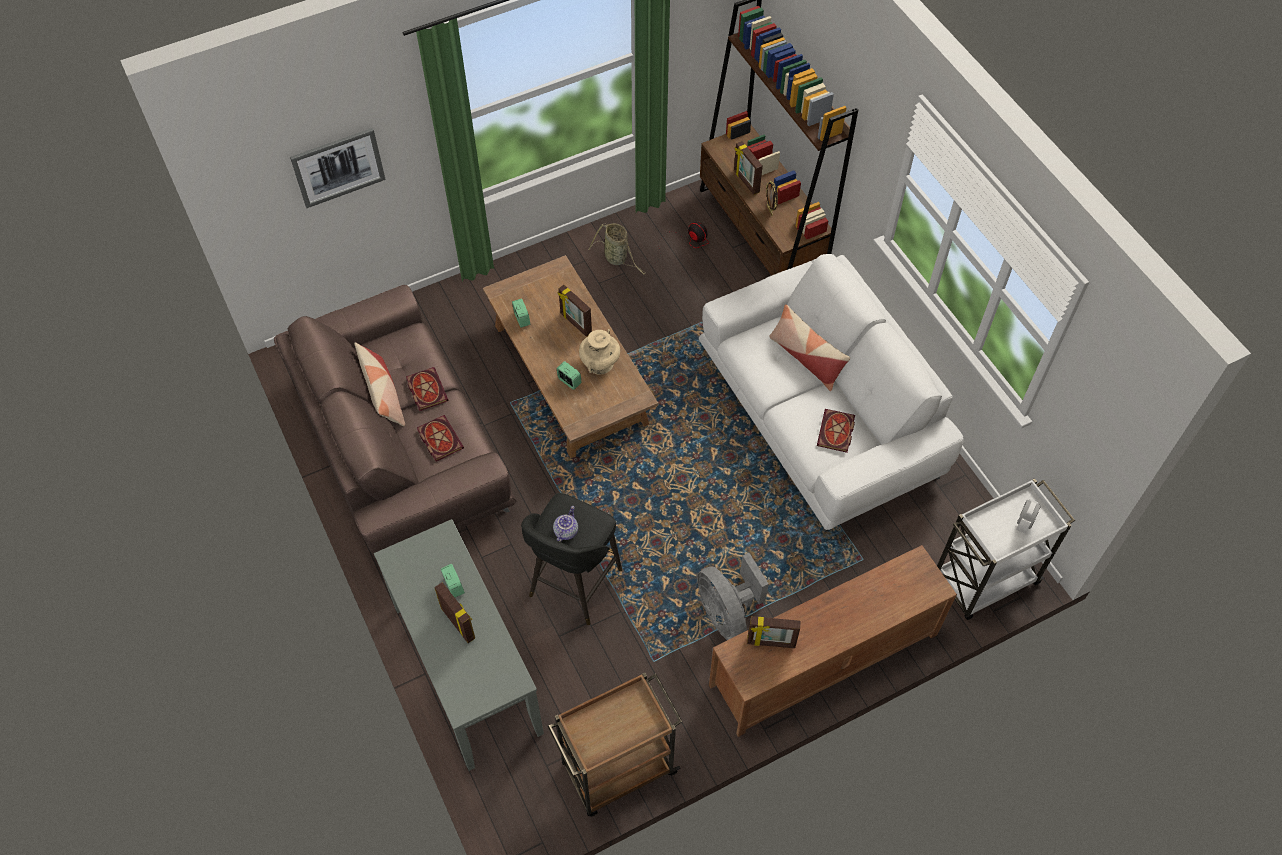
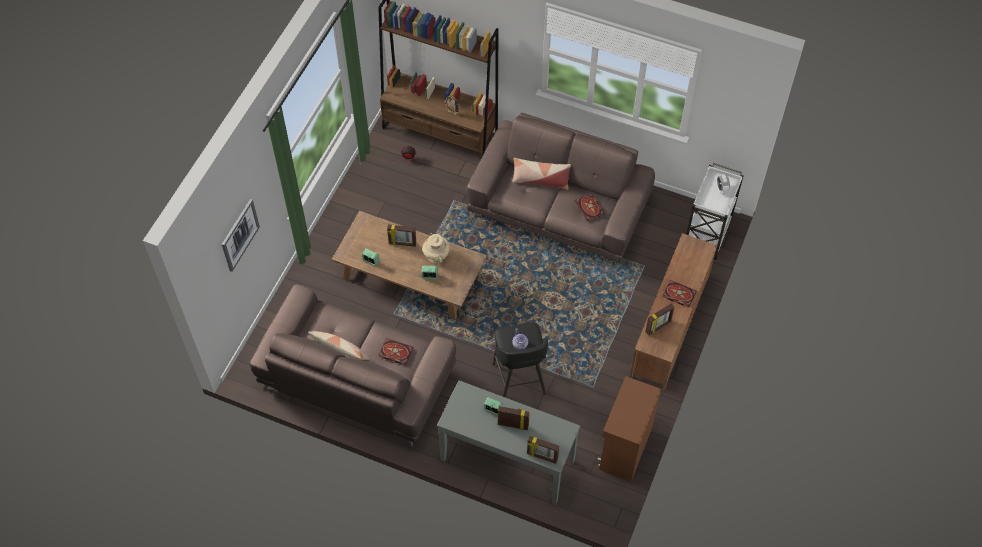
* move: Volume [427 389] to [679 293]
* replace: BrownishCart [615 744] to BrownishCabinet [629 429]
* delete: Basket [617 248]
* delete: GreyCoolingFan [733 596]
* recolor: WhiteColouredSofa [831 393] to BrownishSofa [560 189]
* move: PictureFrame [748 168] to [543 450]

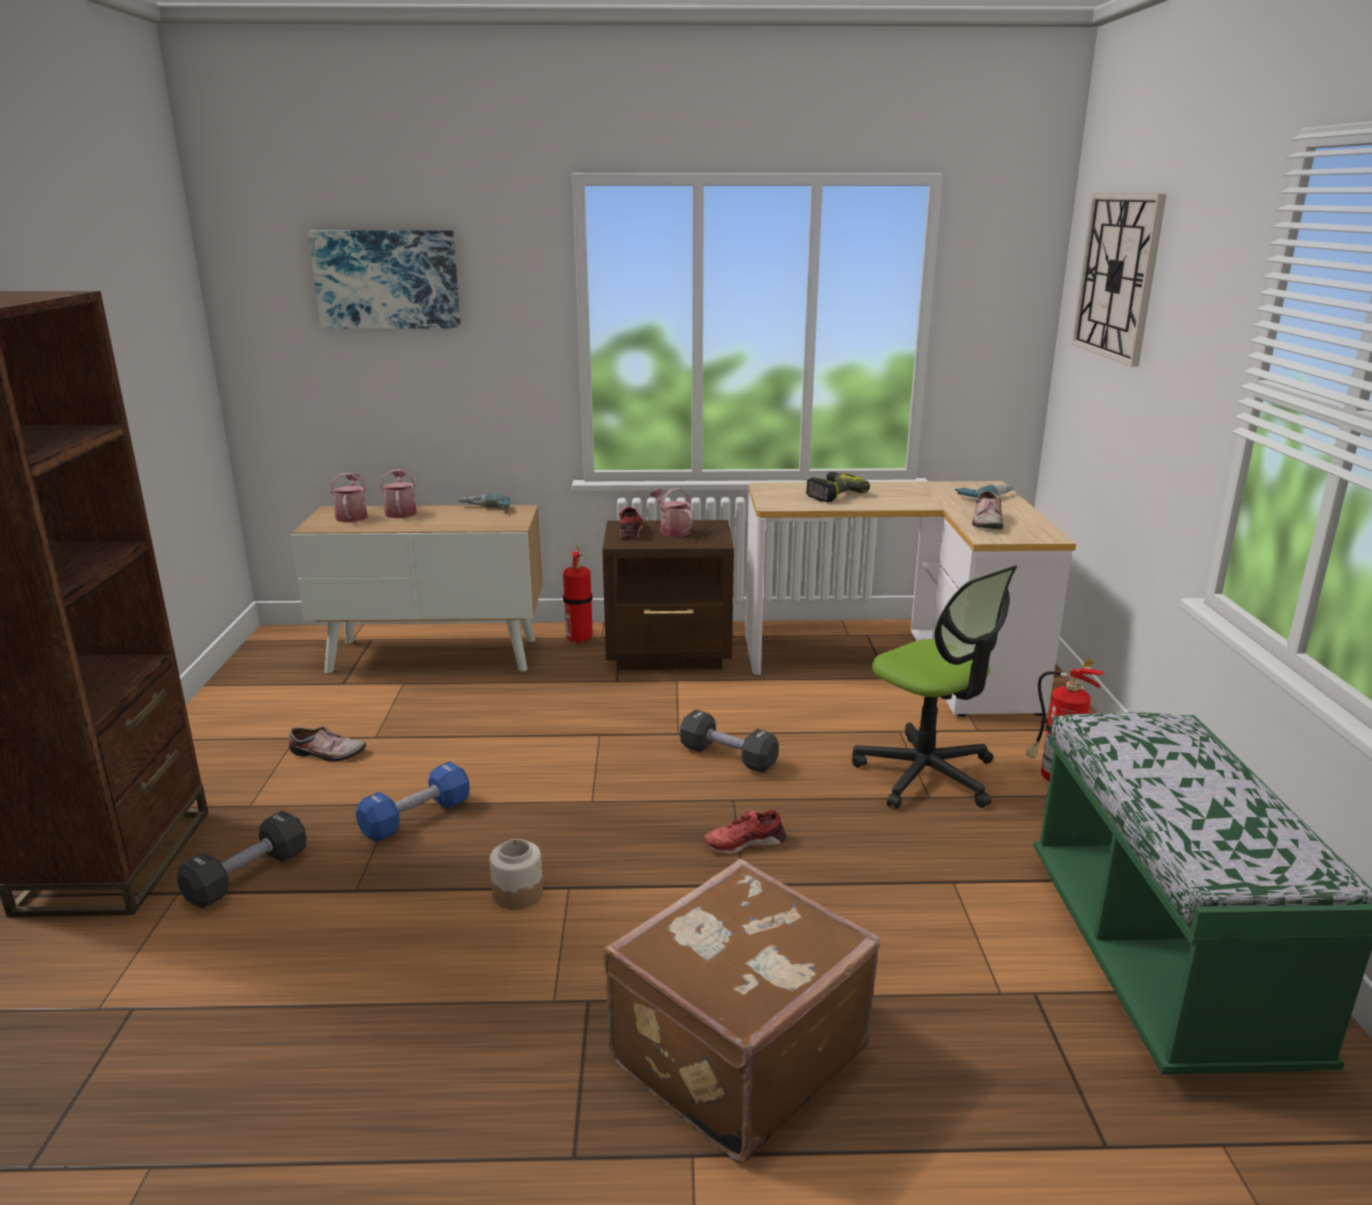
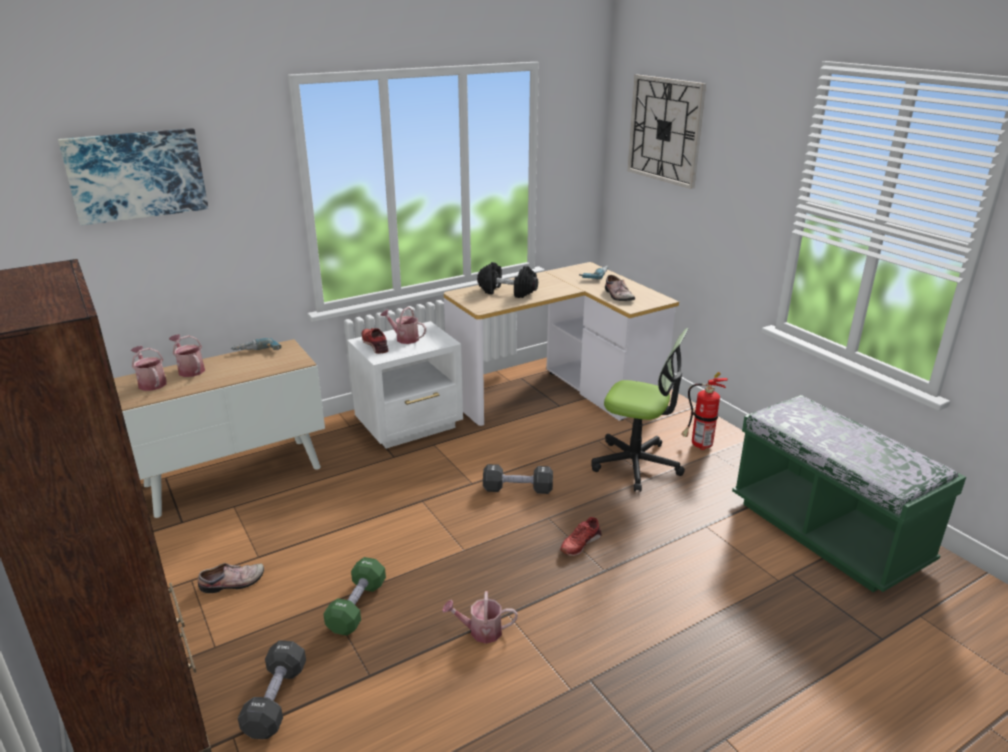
* recolor: BlueColouredDumbbell [413 801] to GreenColouredDumbbell [354 596]
* replace: Jar [516 874] to SprinklingCan [480 617]
* delete: FireExtinguisher [577 594]
* recolor: BrownishNightTable [668 595] to WhiteColouredNightTable [405 385]
* delete: BrownishTravelCase [741 1011]
* replace: ElectricDrill [838 487] to BlackishDumbbell [507 280]

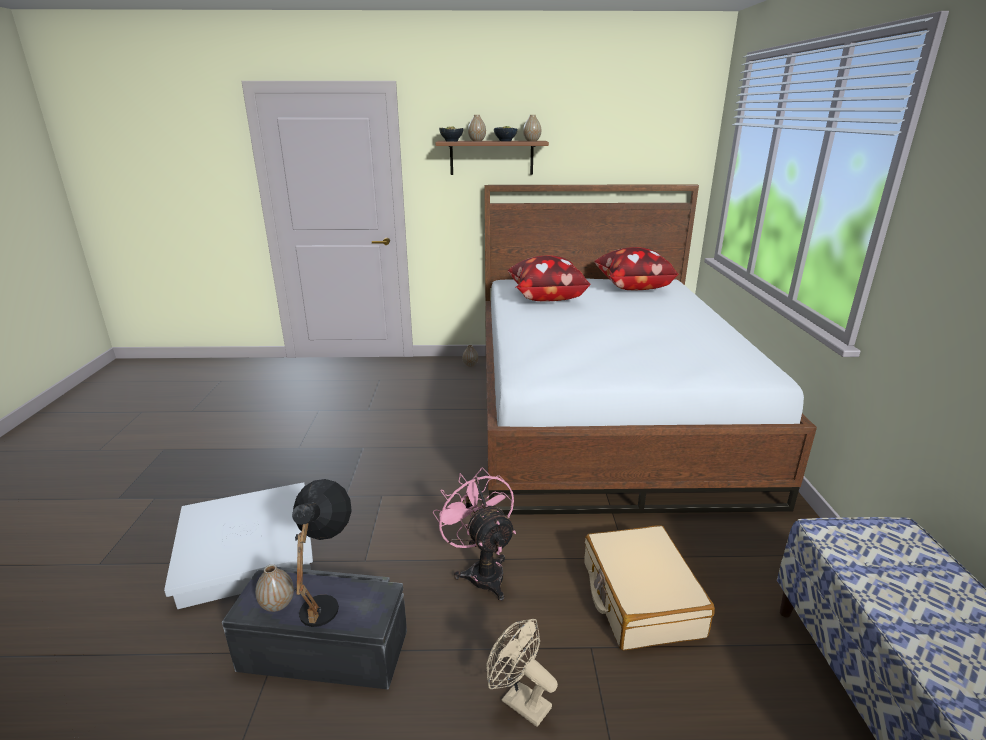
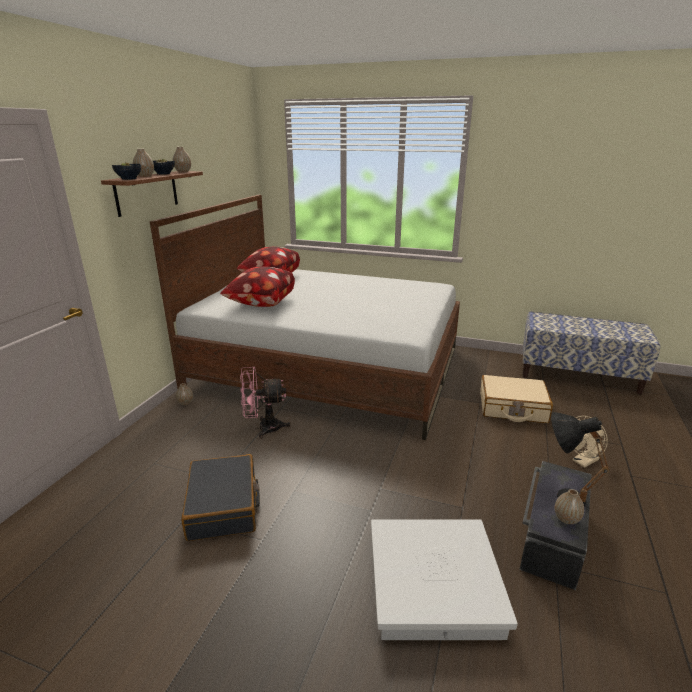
* move: PinkColouredCoolingFan [474 534] to [265 403]
* insert: BlackishTravelCase [220 497]

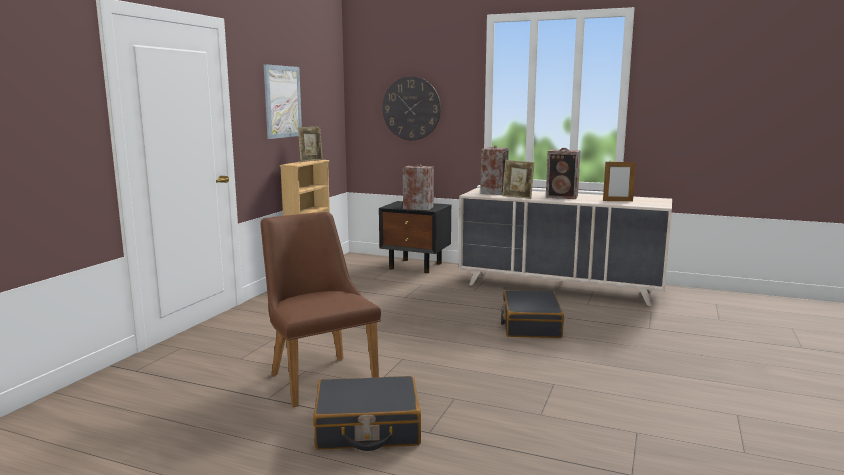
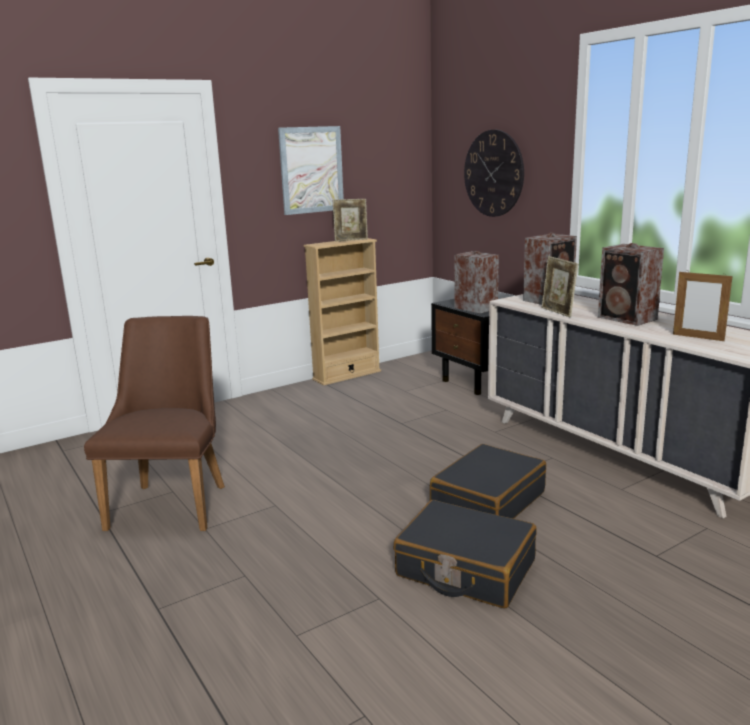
* move: BlackishTravelCase [367 413] to [465 554]

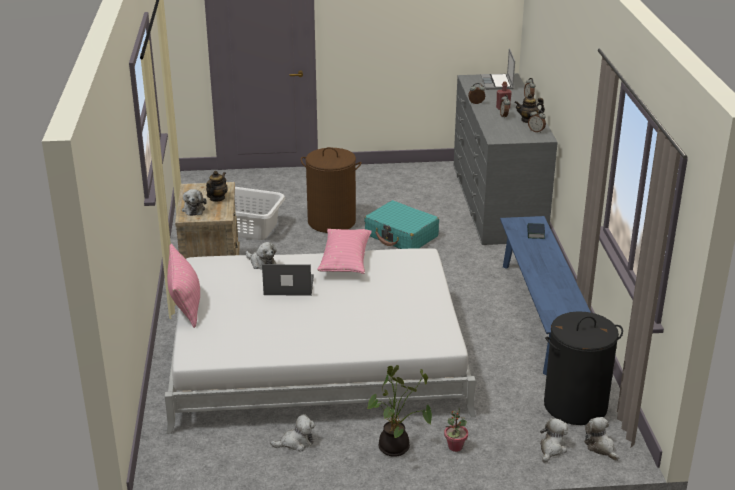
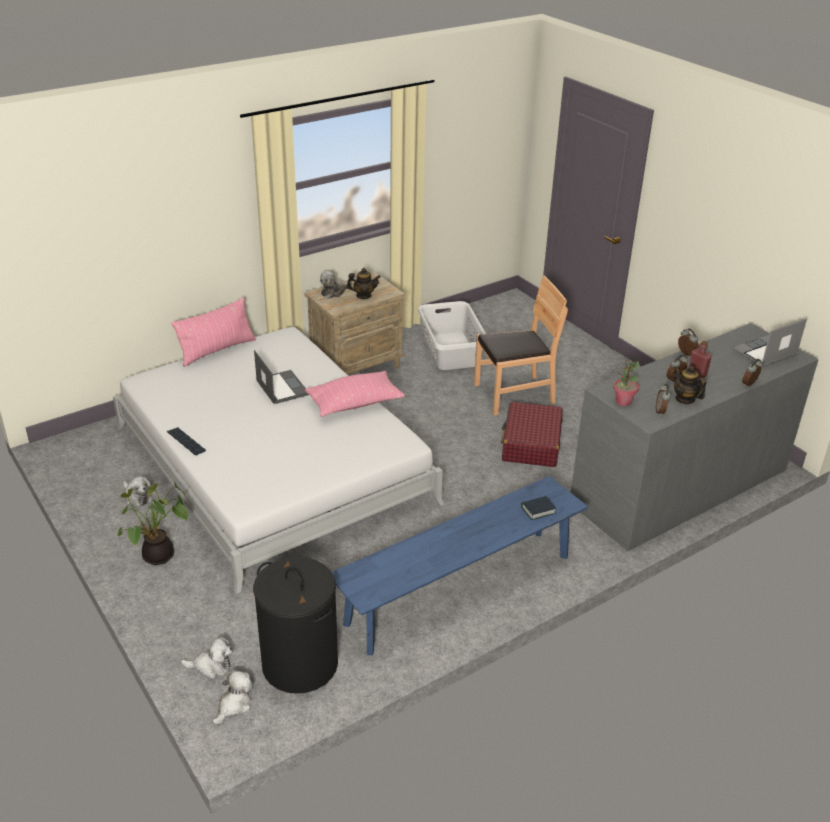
* delete: PlushToy [261 256]
* replace: BrownishWashingBasket [331 190] to BrownishChair [521 345]
* recolor: TurquoiseTravelCase [401 224] to RedColouredTravelCase [531 434]
* move: Houseplant [456 430] to [626 383]
* insert: PcKeyboard [186 441]

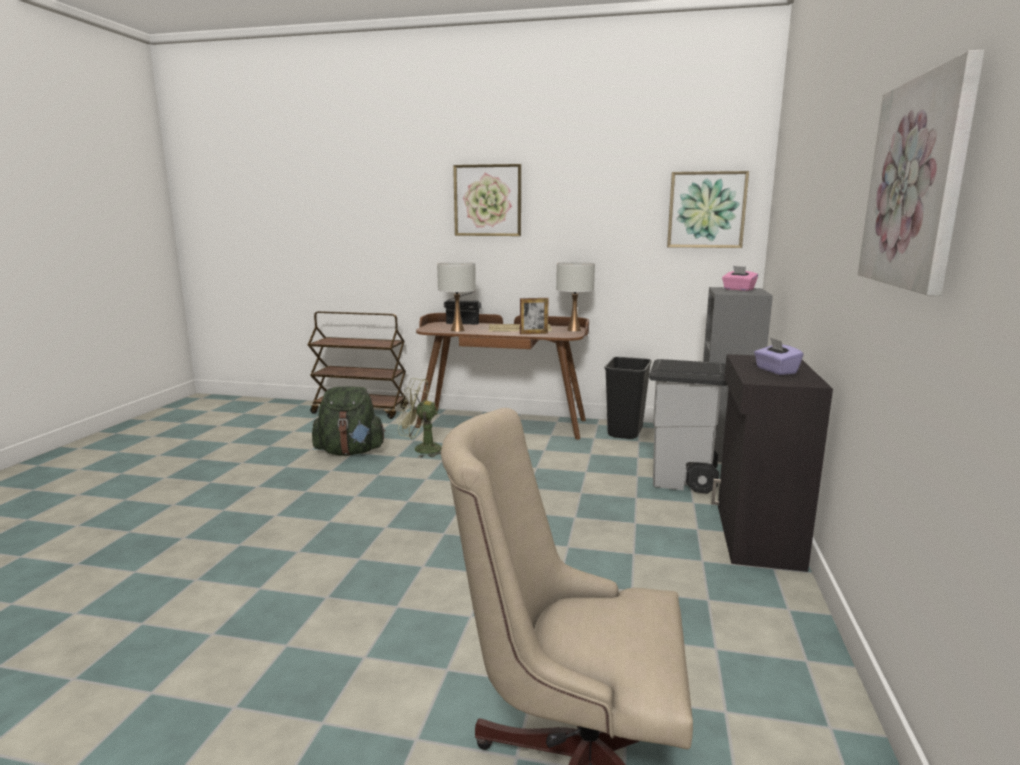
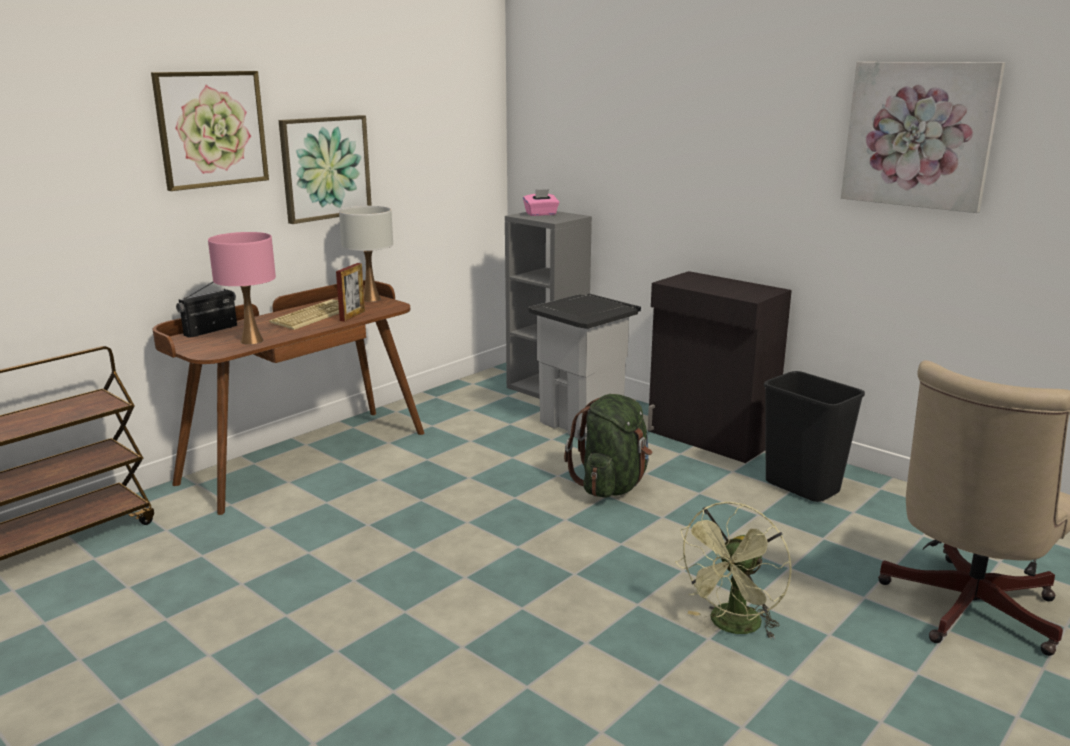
* move: GreenColouredRucksack [349 421] to [608 446]
* move: GreenColouredCoolingFan [419 418] to [733 571]
* recolor: WhiteColouredLampForATable [456 297] to PinkColouredLampForATable [242 288]
* move: BlackishWasteBin [628 398] to [814 436]
* move: WallArt [708 209] to [325 169]
* delete: PurpleColouredBoxOfTissues [779 356]

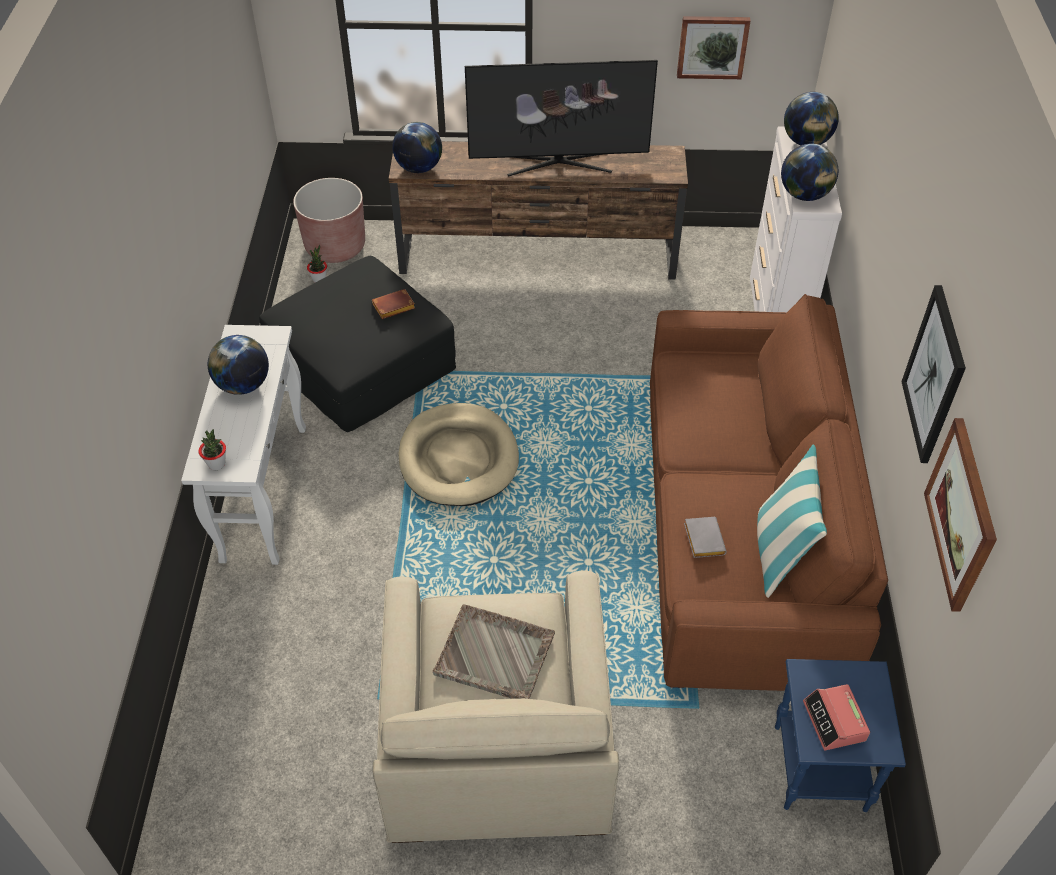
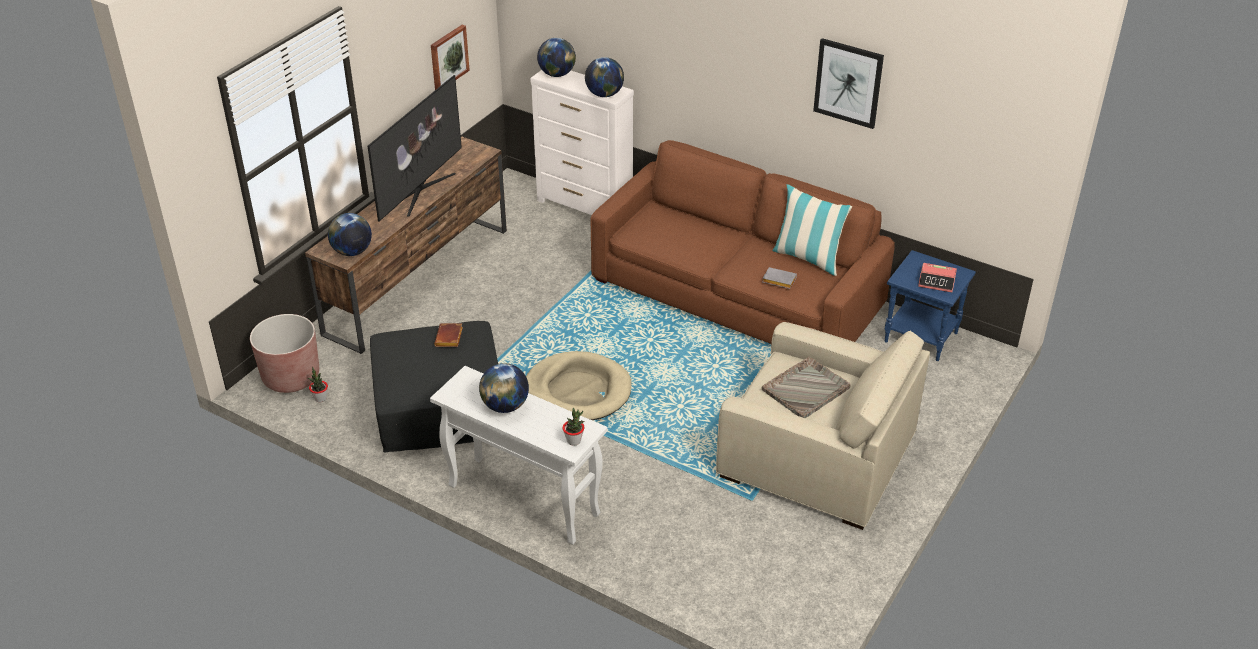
* delete: WallArt [960 515]

